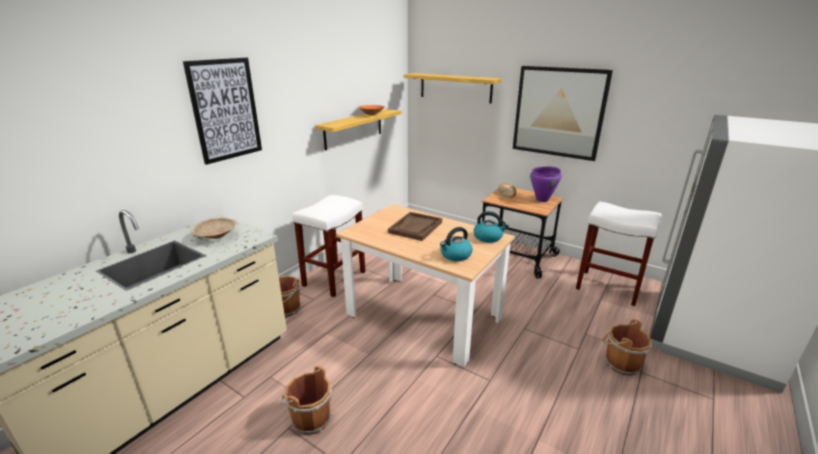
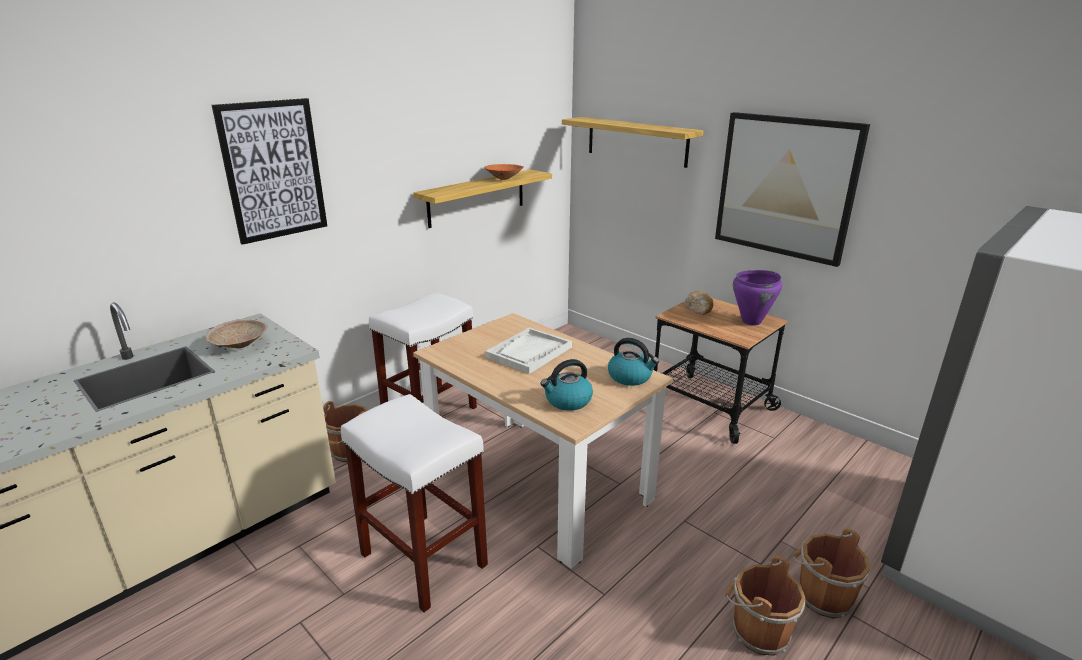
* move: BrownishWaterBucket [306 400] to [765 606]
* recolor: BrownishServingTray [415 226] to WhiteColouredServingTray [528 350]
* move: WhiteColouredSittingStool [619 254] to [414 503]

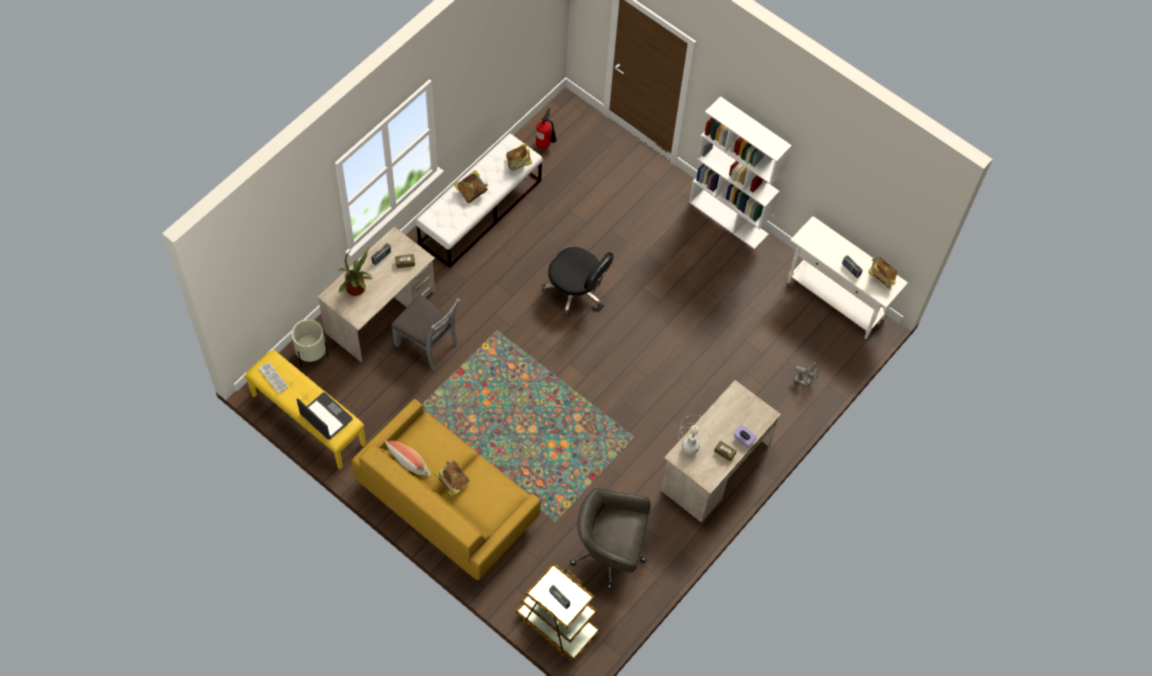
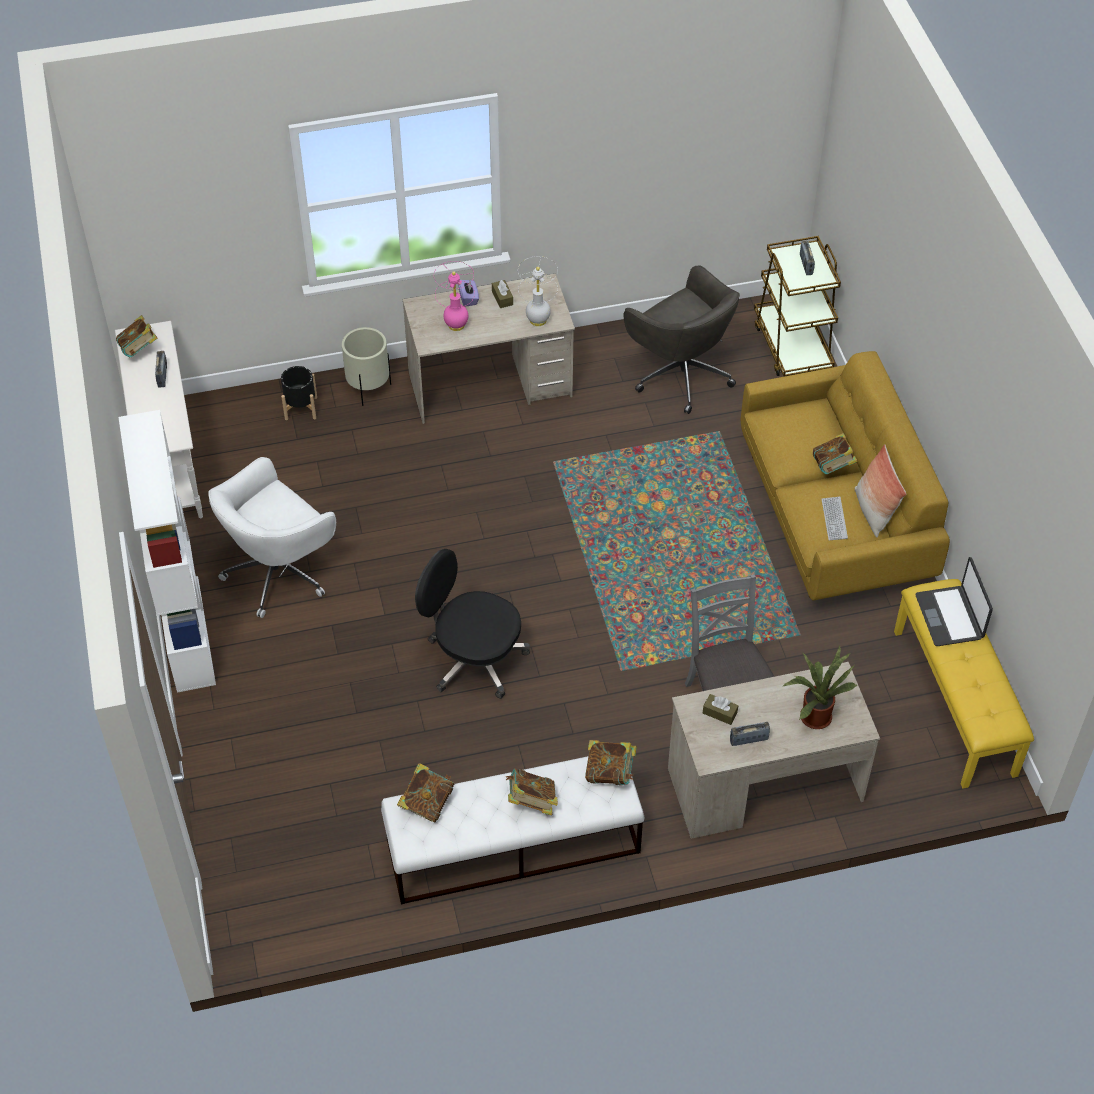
* move: PcKeyboard [273 378] to [835 518]
* move: BeigeColouredFlowerPot [309 343] to [366 366]
* delete: FireExtinguisher [546 128]
* rotate: BlackishDeskChair [578 282] = [472 624] 45 degrees counterclockwise
* replace: GreyCoolingFan [807 374] to BlackishFlowerPot [299 393]
* insert: WhiteColouredDeskChair [272 537]
* insert: PinkColouredLampForATable [455 296]
* insert: Volume [611 762]

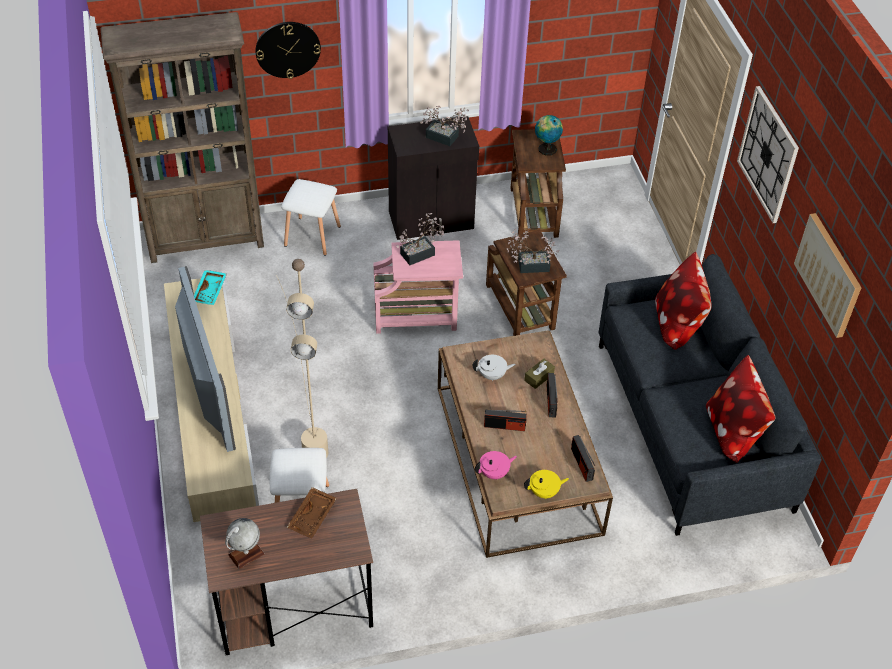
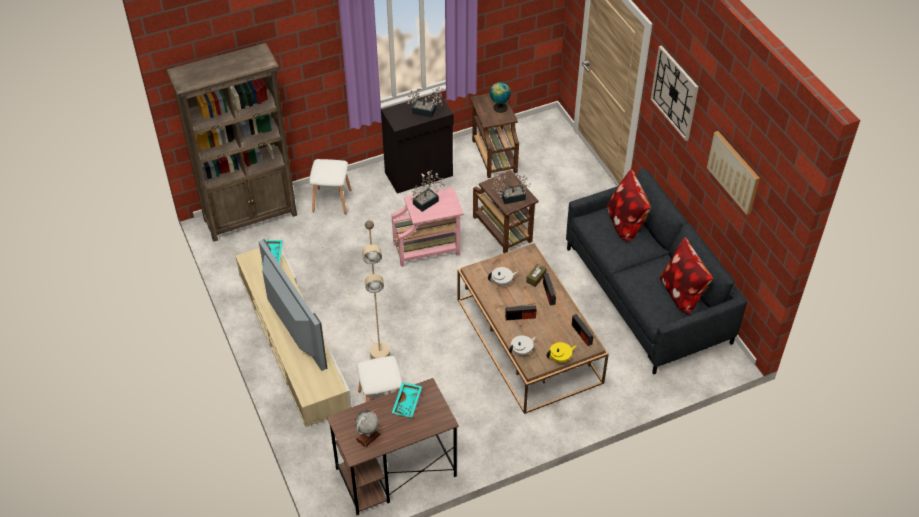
* delete: HangingClock [288 50]
* recolor: BrownishServingTray [312 513] to TurquoiseServingTray [407 400]
* recolor: PinkColouredTeapot [496 465] to WhiteColouredTeapot [522 345]

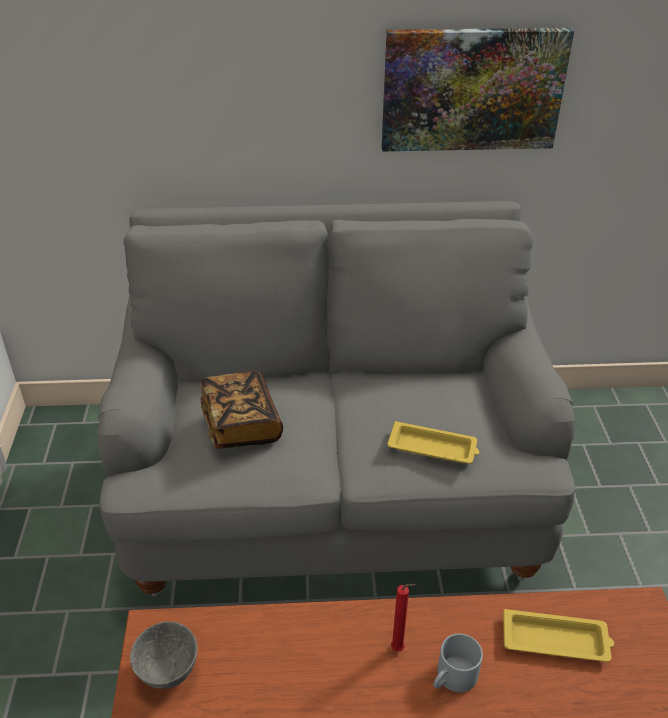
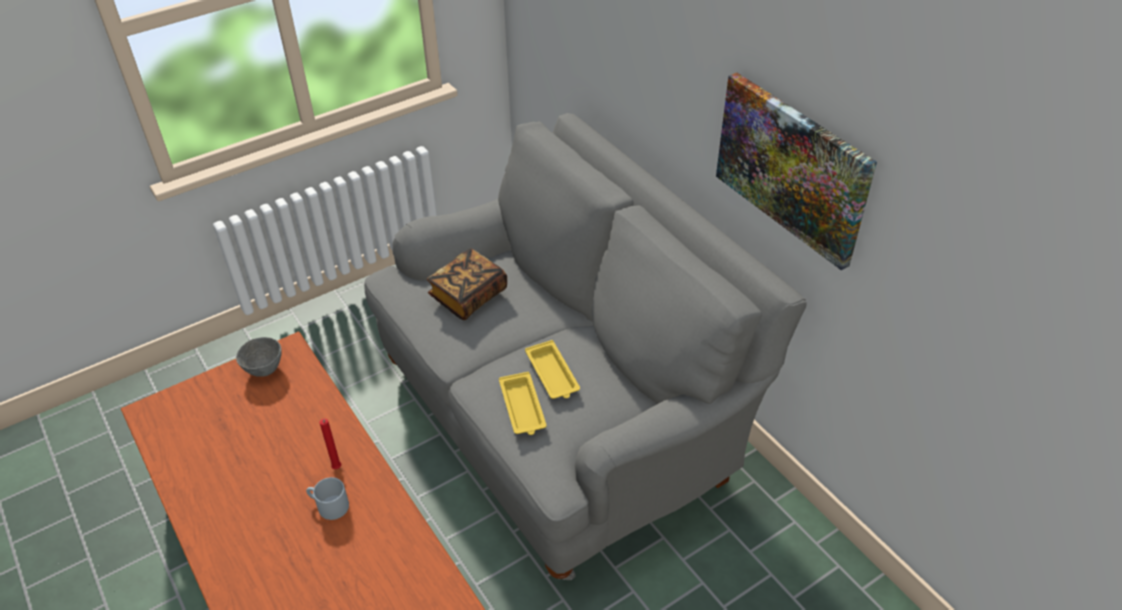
* move: YellowColouredServingTray [558 635] to [552 369]

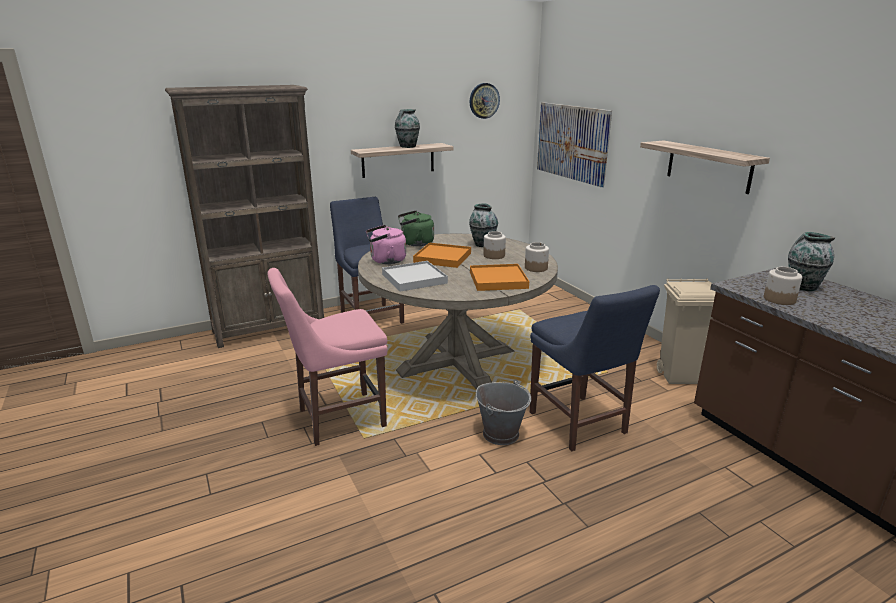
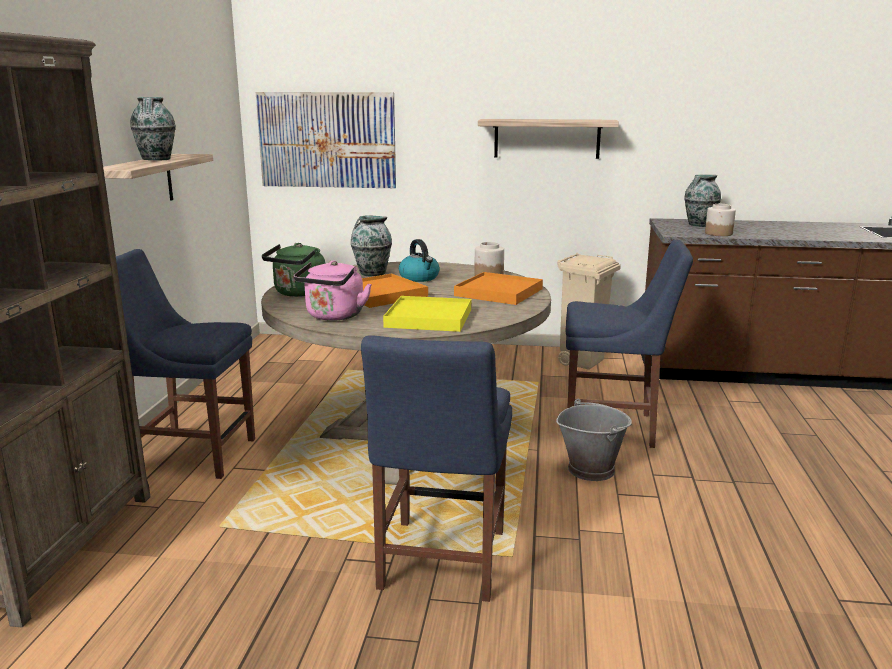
* recolor: PinkColouredChair [328 357] to BlueColouredChair [436 468]
* recolor: WhiteColouredServingTray [415 276] to YellowColouredServingTray [427 314]
* delete: HangingClock [484 101]
* replace: Jar [494 245] to Kettle [419 260]

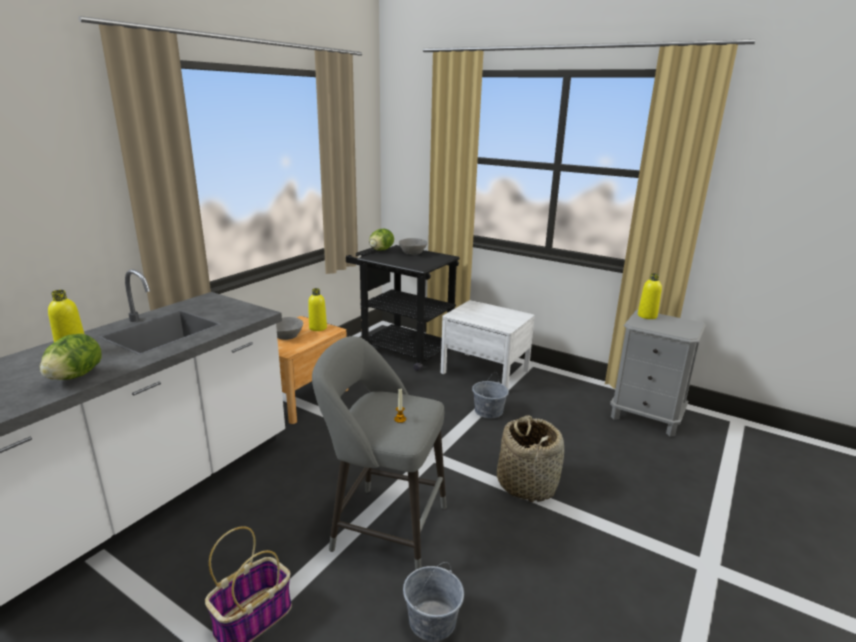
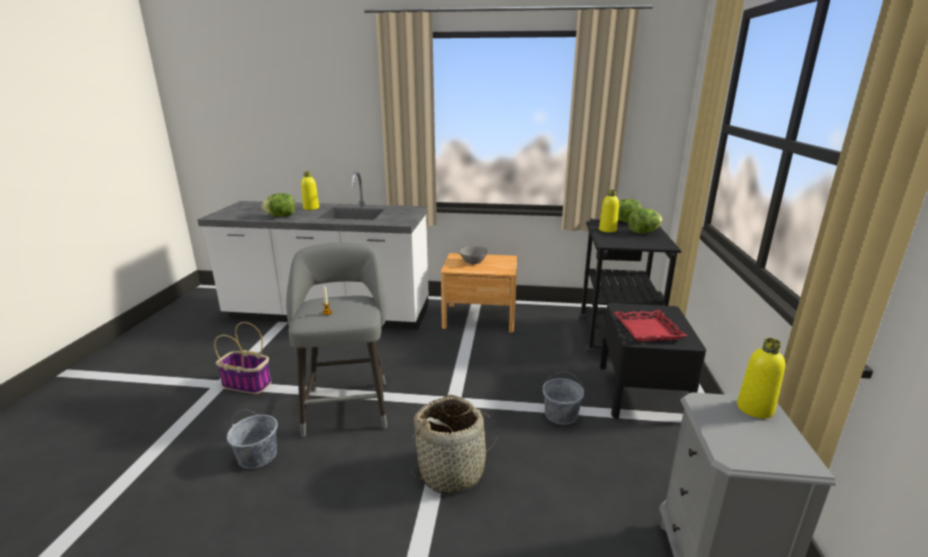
* move: YellowColouredBeverageBottle [317 309] to [609 211]
* replace: GreyServingBowl [413 246] to HeadOfLettuce [645 221]
* recolor: WhiteColouredNightTable [488 344] to BlackishNightTable [653 361]
* insert: RedColouredServingTray [650 326]

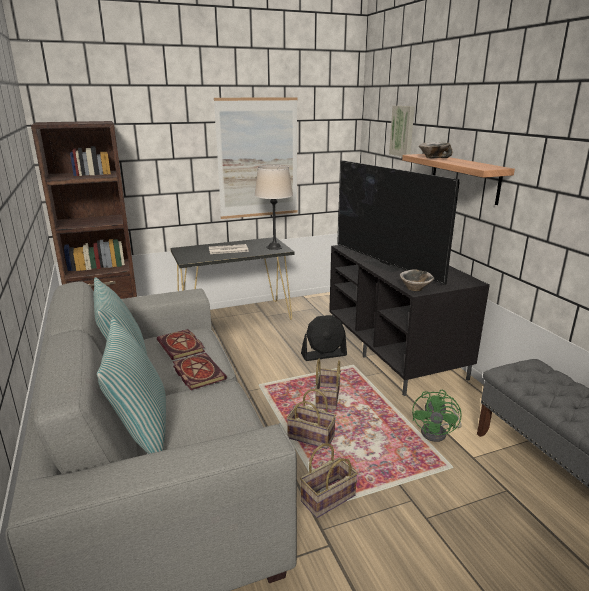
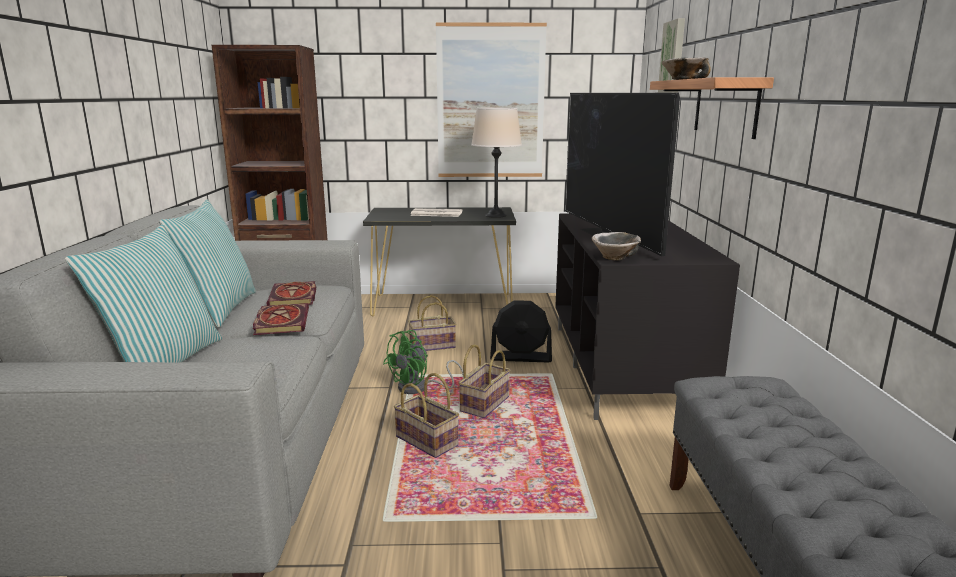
* move: Basket [329 480] to [432 323]
* move: GreenColouredCoolingFan [437 416] to [423 362]

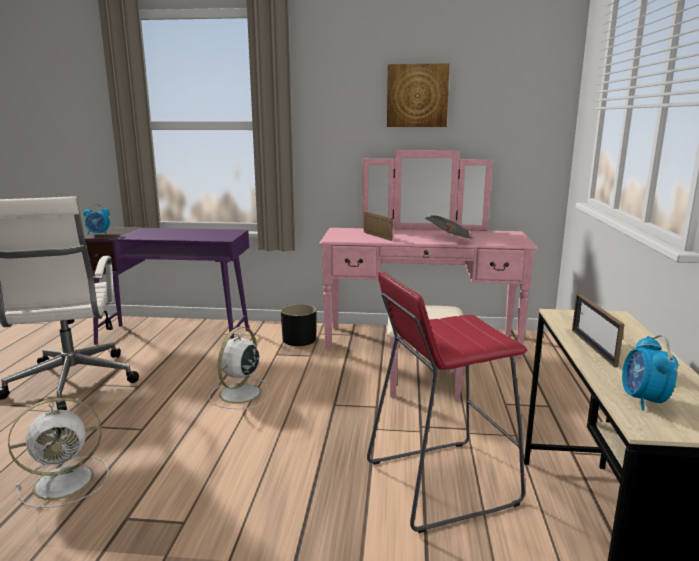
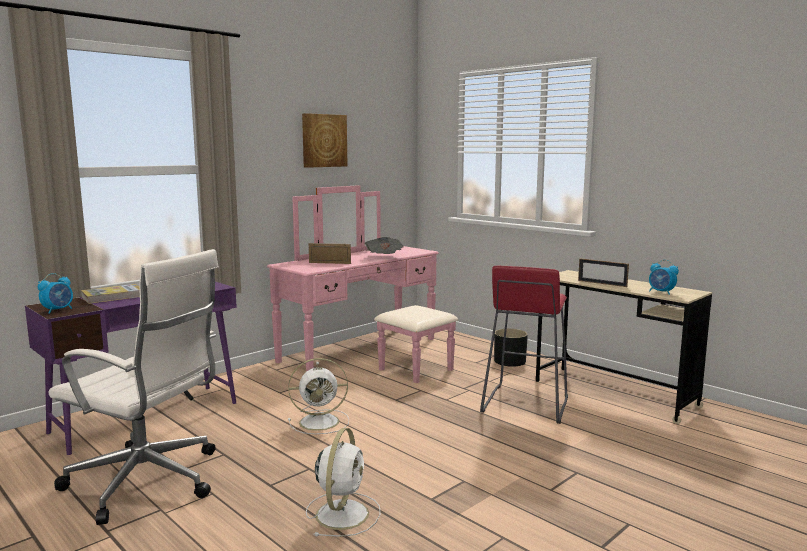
* rotate: WhiteColouredCoolingFan [238 368] = [318 396] 75 degrees counterclockwise
* move: BlackishFlowerPot [299 325] to [511 348]
* insert: Volume [110 294]

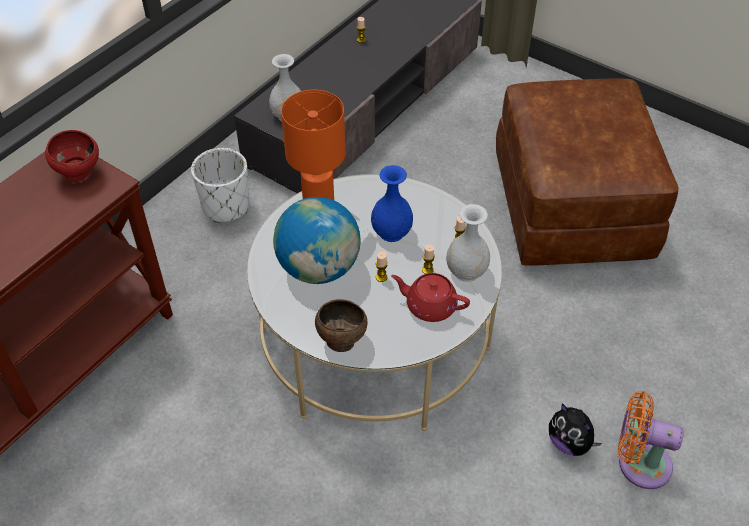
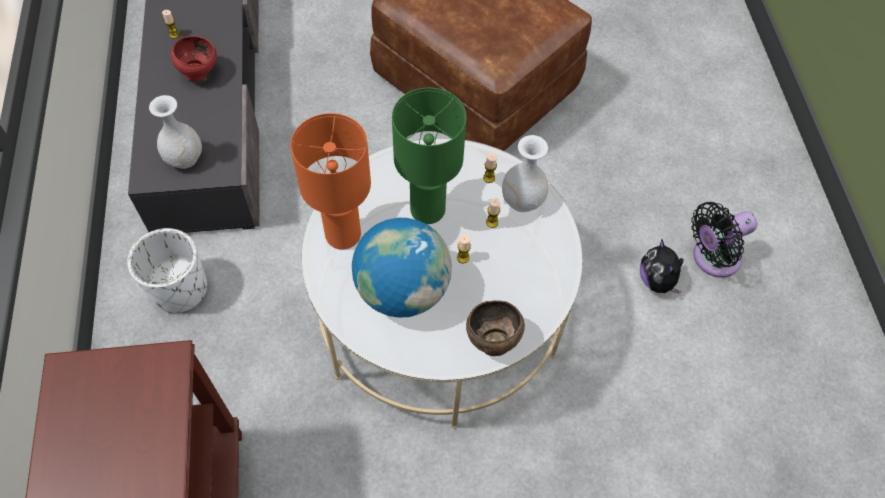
* move: RedColouredServingBowl [72 155] to [194 58]
* replace: BlueColouredVase [392 203] to GreenColouredLampForATable [429 156]
* delete: RedColouredTeapot [430 297]
* rotate: PlushToy [575 429] = [662 266] 75 degrees clockwise
* recolor: OrangeCoolingFan [651 440] to BlackishCoolingFan [724 240]

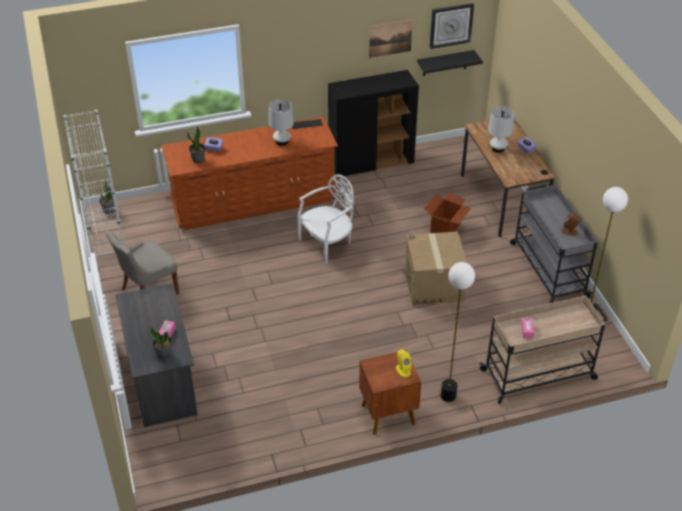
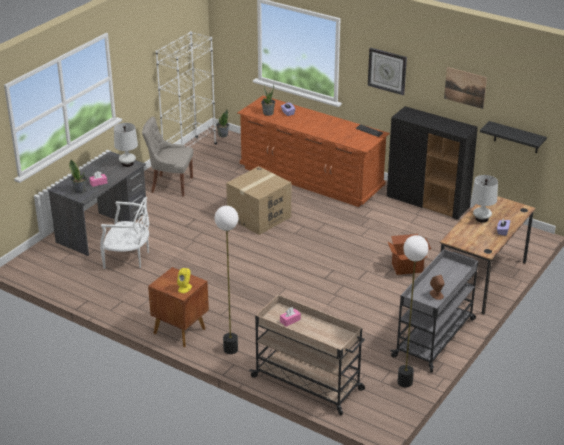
* move: WhiteColouredLampForATable [281 122] to [126 145]
* move: WhiteColouredChair [325 219] to [125 233]
* move: CardboardBox [436 268] to [258 200]
* move: HangingClock [452 26] to [387 71]

